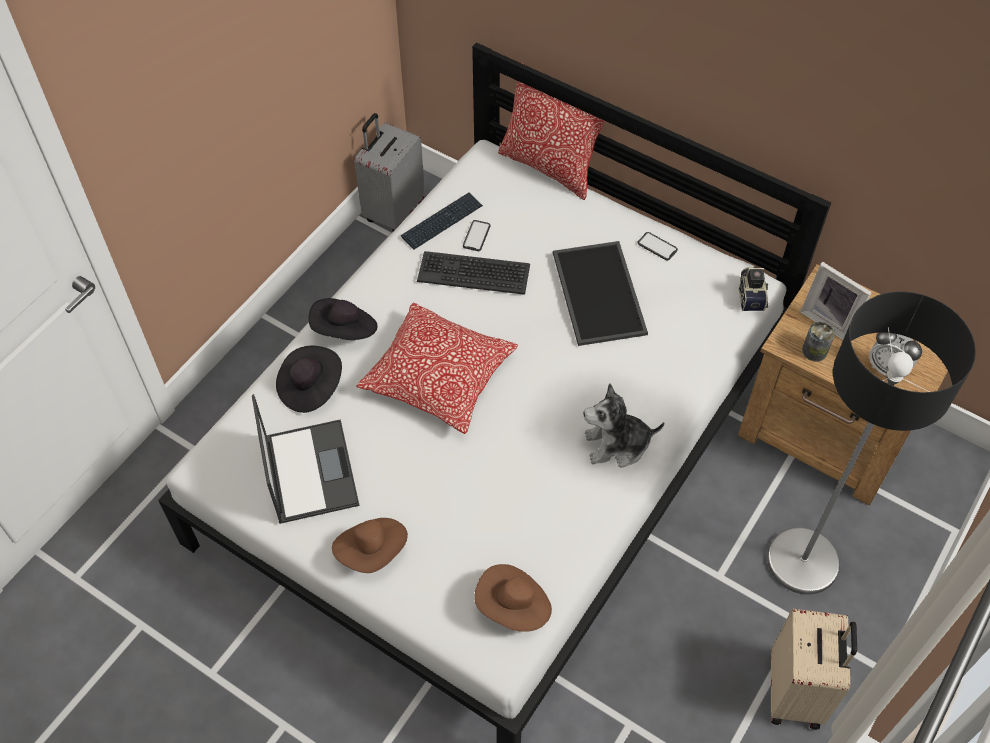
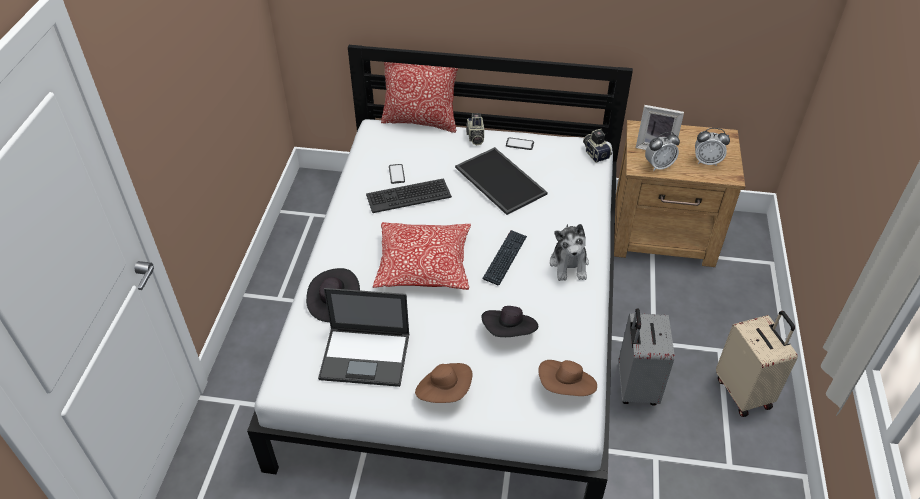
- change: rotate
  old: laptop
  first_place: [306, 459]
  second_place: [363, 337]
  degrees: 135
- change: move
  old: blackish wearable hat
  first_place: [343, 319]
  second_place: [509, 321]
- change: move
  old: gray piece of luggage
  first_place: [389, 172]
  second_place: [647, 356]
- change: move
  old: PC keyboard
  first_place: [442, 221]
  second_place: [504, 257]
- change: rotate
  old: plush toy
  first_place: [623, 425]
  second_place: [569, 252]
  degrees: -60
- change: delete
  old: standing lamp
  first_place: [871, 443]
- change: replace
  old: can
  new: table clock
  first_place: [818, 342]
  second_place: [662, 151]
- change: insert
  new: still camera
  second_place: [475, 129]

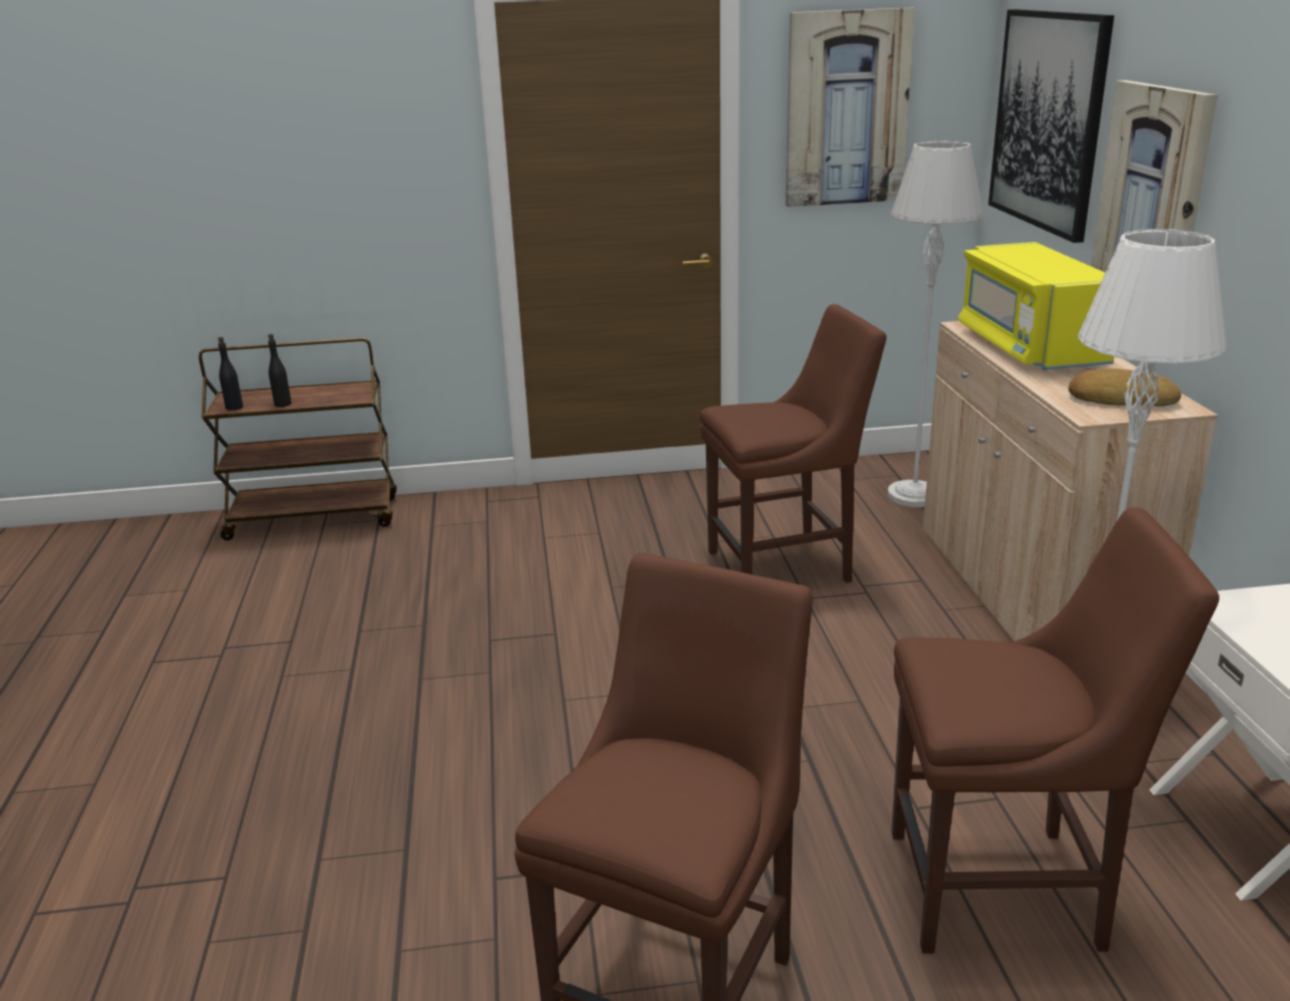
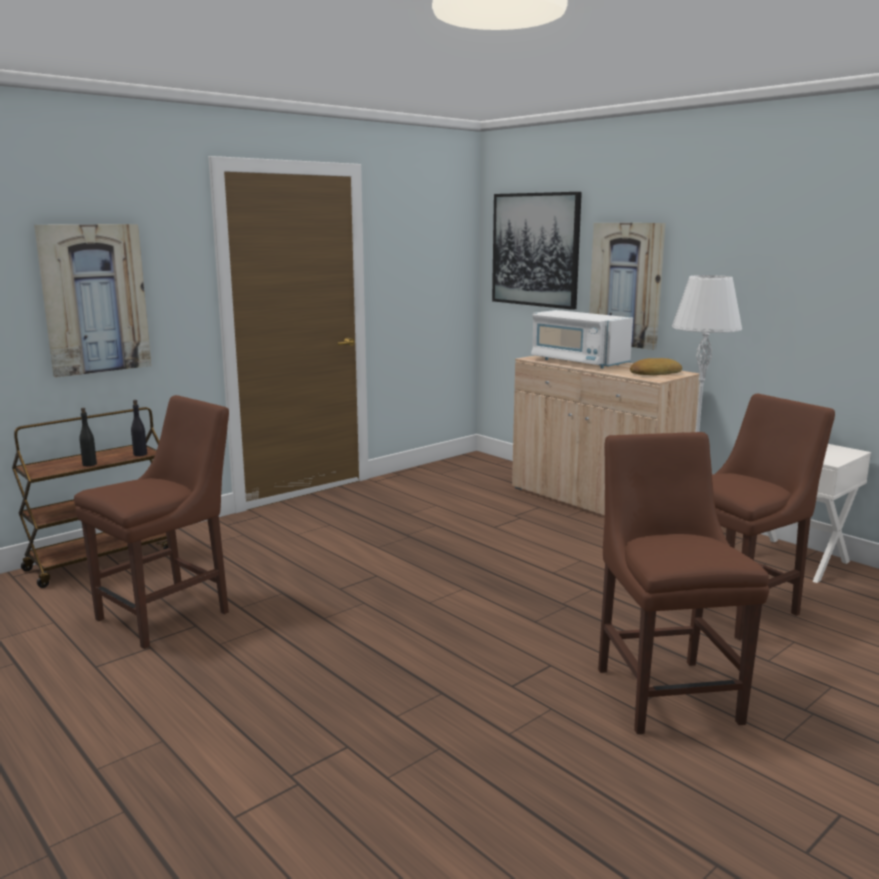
- change: move
  old: blackish drink bottle
  first_place: [230, 373]
  second_place: [139, 428]
- change: move
  old: brownish plain chair
  first_place: [793, 443]
  second_place: [151, 522]
- change: move
  old: wall art
  first_place: [850, 107]
  second_place: [92, 300]
- change: delete
  old: gray standing lamp
  first_place: [935, 324]
- change: recolor
  old: yellow-coloured microwave oven
  new: whitish microwave oven
  first_place: [1036, 306]
  second_place: [582, 339]

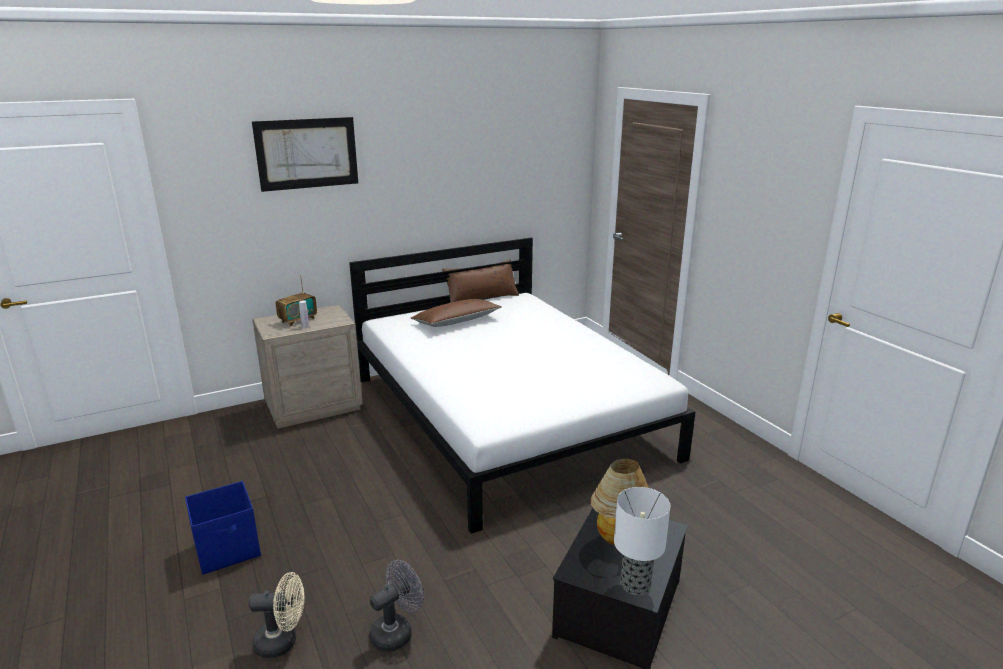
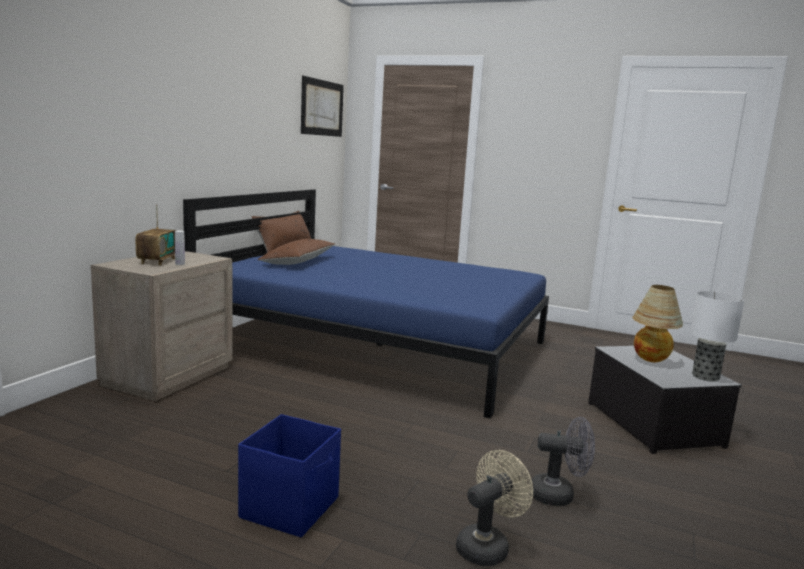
- change: move
  old: wall art
  first_place: [305, 154]
  second_place: [322, 106]
- change: recolor
  old: whitish bedroom bed
  new: bluish bedroom bed
  first_place: [522, 386]
  second_place: [366, 303]
- change: rotate
  old: gray fan
  first_place: [397, 606]
  second_place: [562, 461]
  degrees: 90

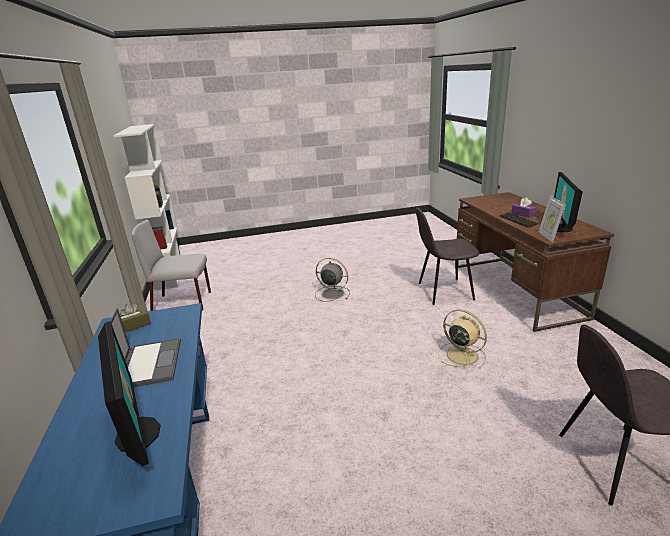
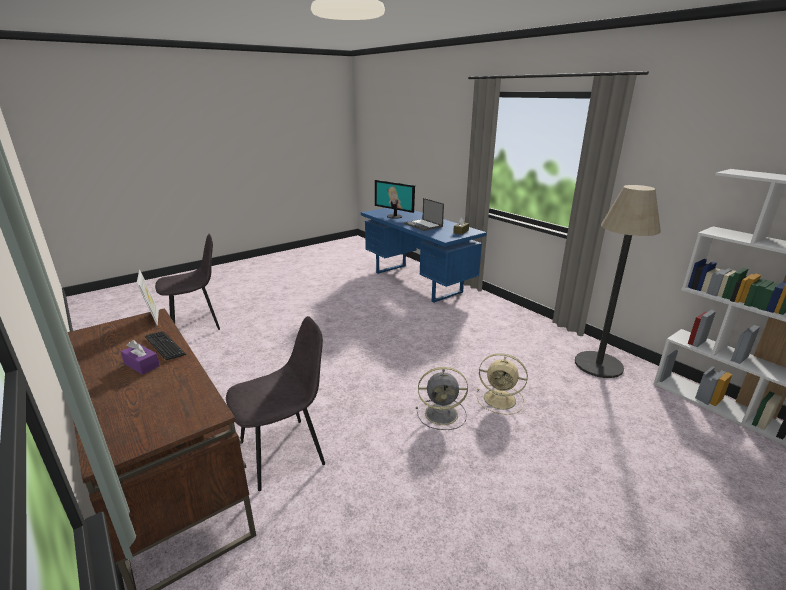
- change: replace
  old: gray plain chair
  new: standing lamp
  first_place: [171, 265]
  second_place: [618, 281]
- change: move
  old: beige-coloured fan
  first_place: [462, 339]
  second_place: [502, 384]
- change: delete
  old: computer screen
  first_place: [568, 202]

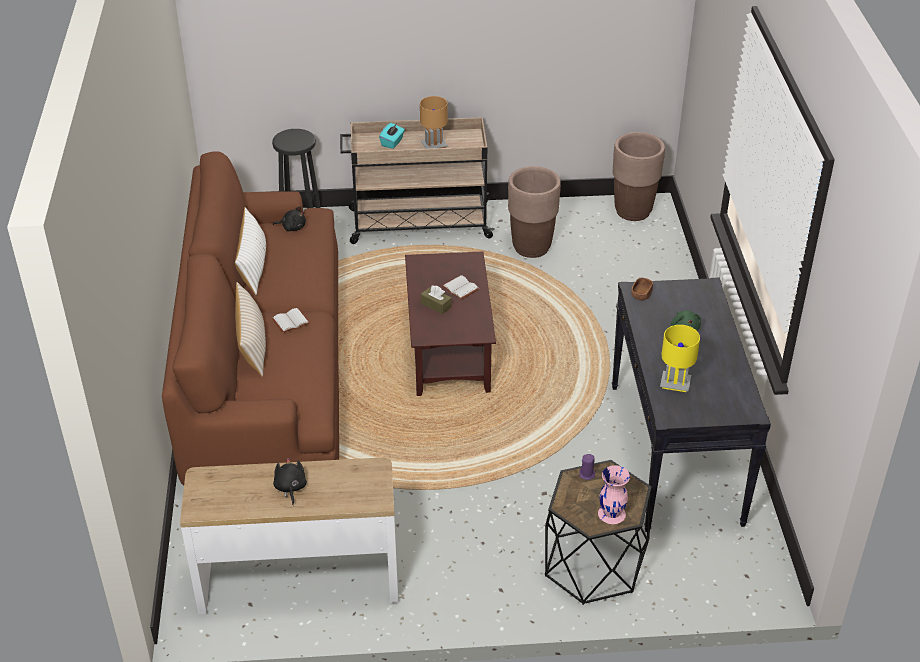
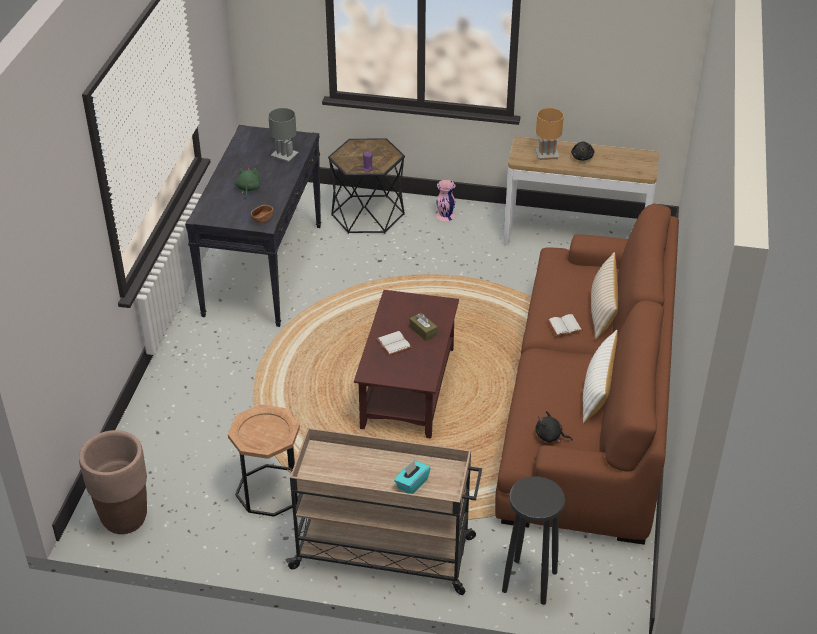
- change: move
  old: brownish tabletop lamp
  first_place: [434, 122]
  second_place: [549, 134]
- change: replace
  old: brownish plant pot
  new: brownish end table
  first_place: [534, 212]
  second_place: [264, 460]
- change: move
  old: pinkish flower vase
  first_place: [614, 494]
  second_place: [445, 200]
- change: recolor
  old: yellow-coloured tabletop lamp
  new: gray tabletop lamp
  first_place: [680, 358]
  second_place: [283, 135]

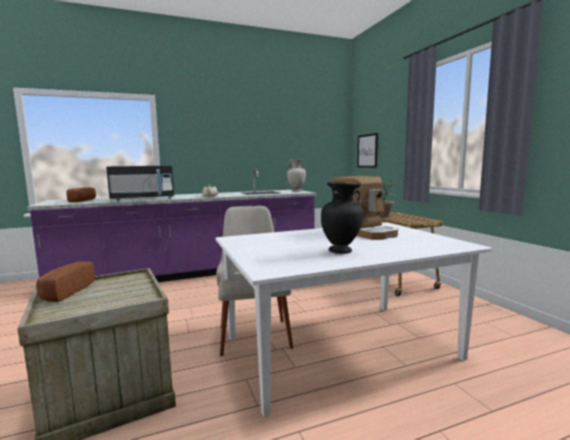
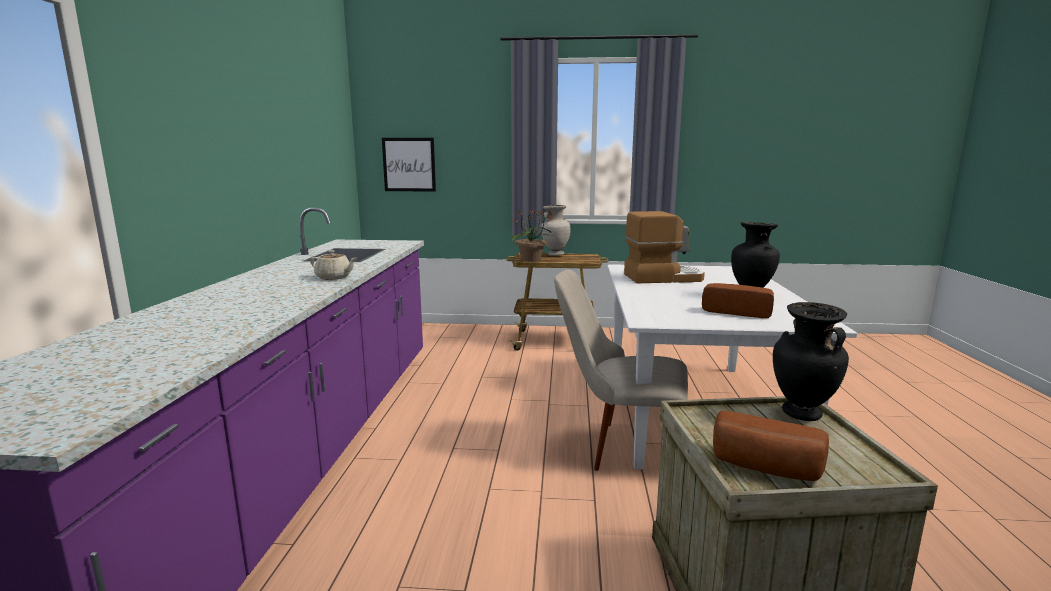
- change: move
  old: bread
  first_place: [81, 194]
  second_place: [738, 300]
- change: delete
  old: blackish microwave oven
  first_place: [140, 183]
- change: move
  old: beige-coloured flower vase
  first_place: [296, 175]
  second_place: [555, 230]
- change: insert
  new: blackish flower vase
  second_place: [811, 361]

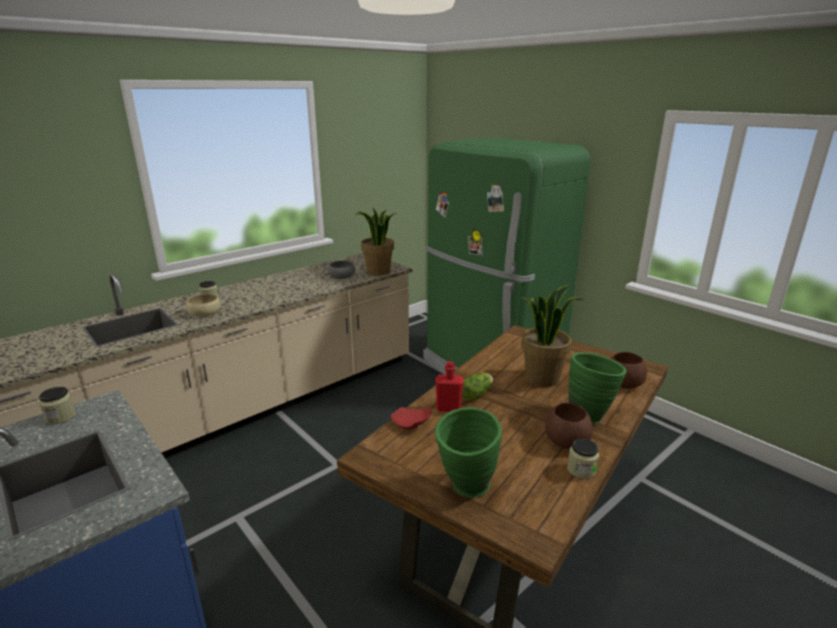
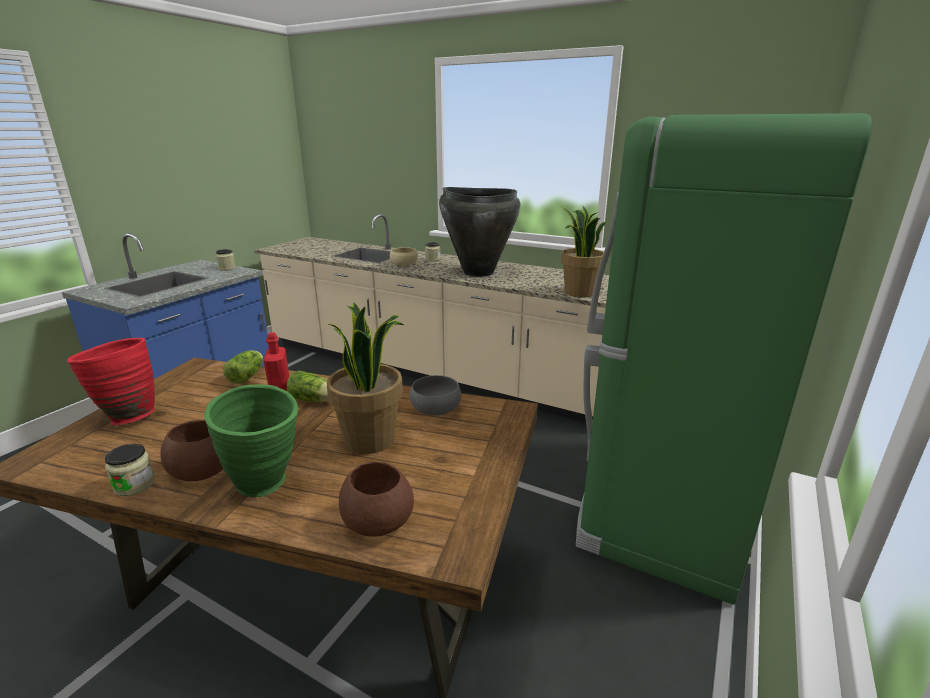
- change: move
  old: gray deep dish
  first_place: [341, 270]
  second_place: [435, 395]
- change: replace
  old: reddish flat dish
  new: lettuce
  first_place: [411, 417]
  second_place: [243, 367]
- change: recolor
  old: green-coloured flower vase
  new: reddish flower vase
  first_place: [468, 452]
  second_place: [111, 381]
- change: insert
  new: blackish flower vase
  second_place: [480, 232]

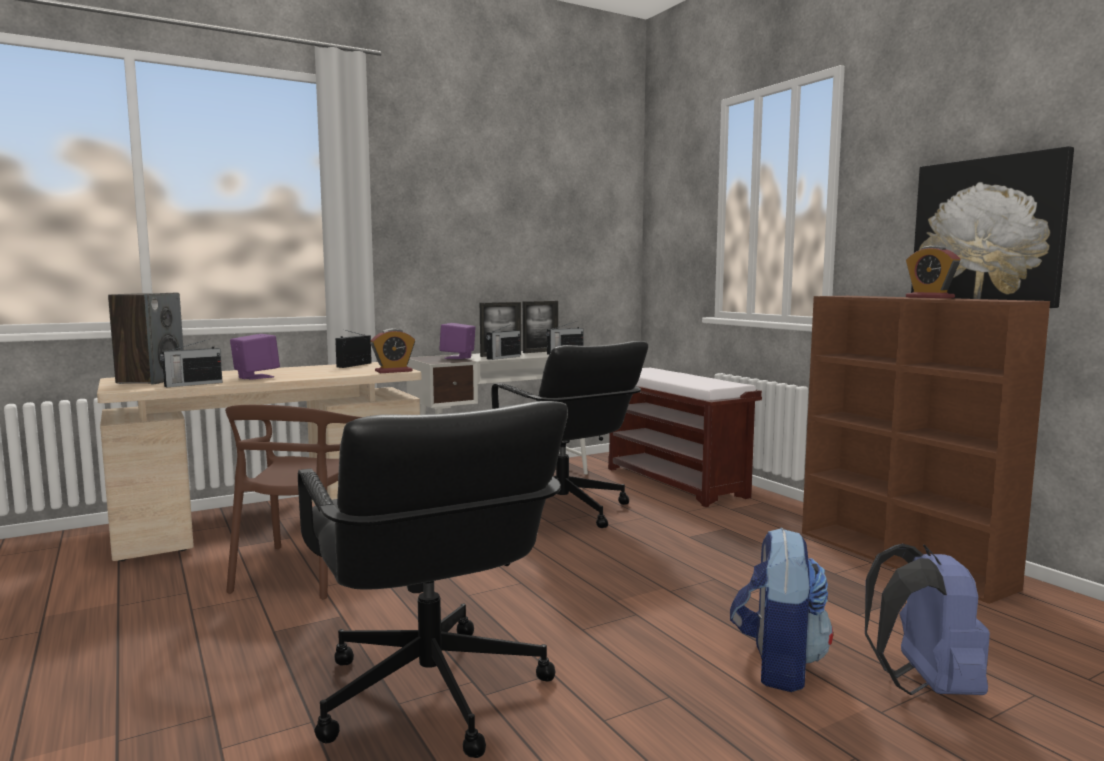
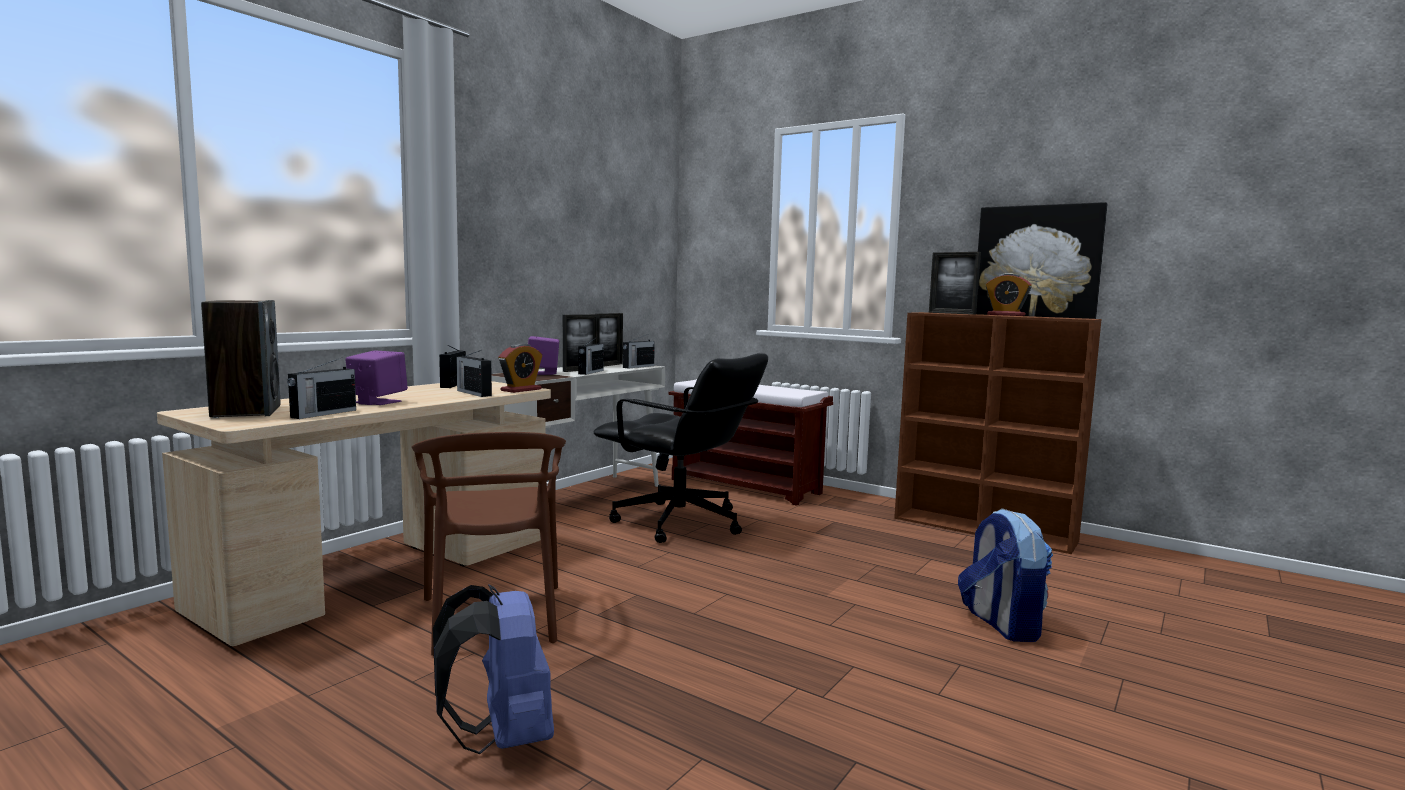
- change: delete
  old: blackish office chair
  first_place: [433, 579]
- change: move
  old: bluish rucksack
  first_place: [927, 619]
  second_place: [493, 669]
- change: insert
  new: radio set
  second_place: [474, 373]
- change: insert
  new: standing frame
  second_place: [955, 283]

